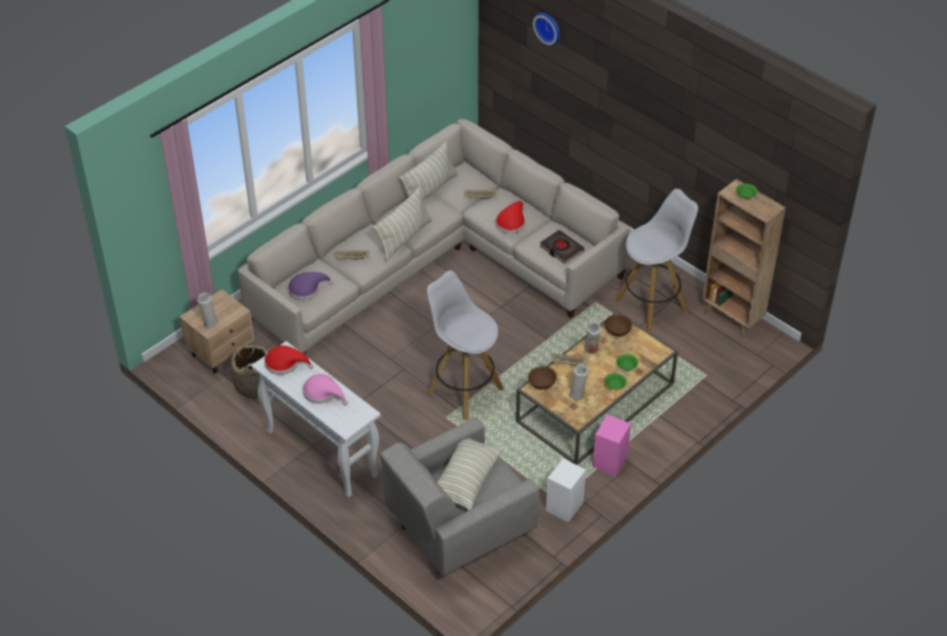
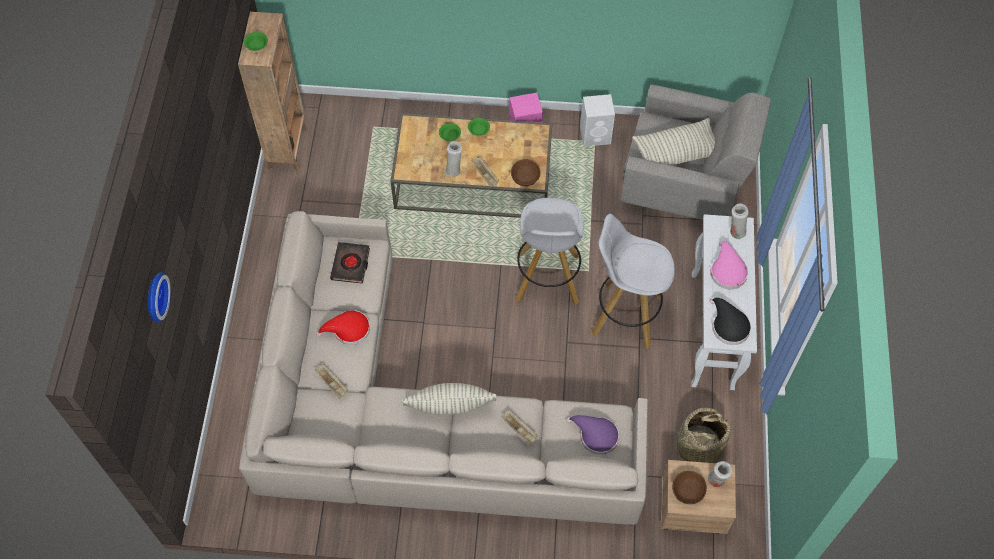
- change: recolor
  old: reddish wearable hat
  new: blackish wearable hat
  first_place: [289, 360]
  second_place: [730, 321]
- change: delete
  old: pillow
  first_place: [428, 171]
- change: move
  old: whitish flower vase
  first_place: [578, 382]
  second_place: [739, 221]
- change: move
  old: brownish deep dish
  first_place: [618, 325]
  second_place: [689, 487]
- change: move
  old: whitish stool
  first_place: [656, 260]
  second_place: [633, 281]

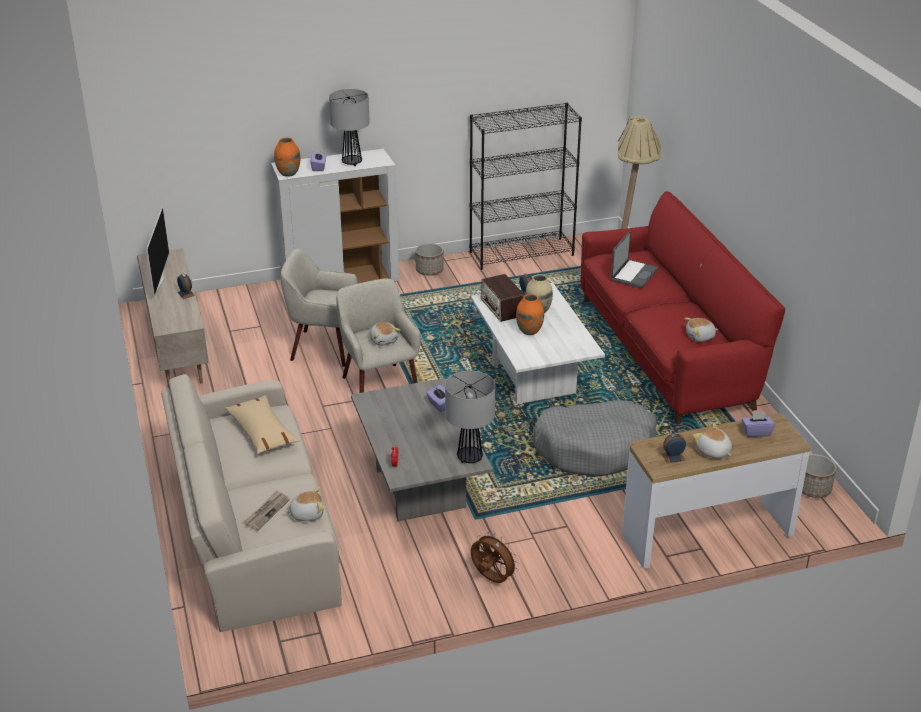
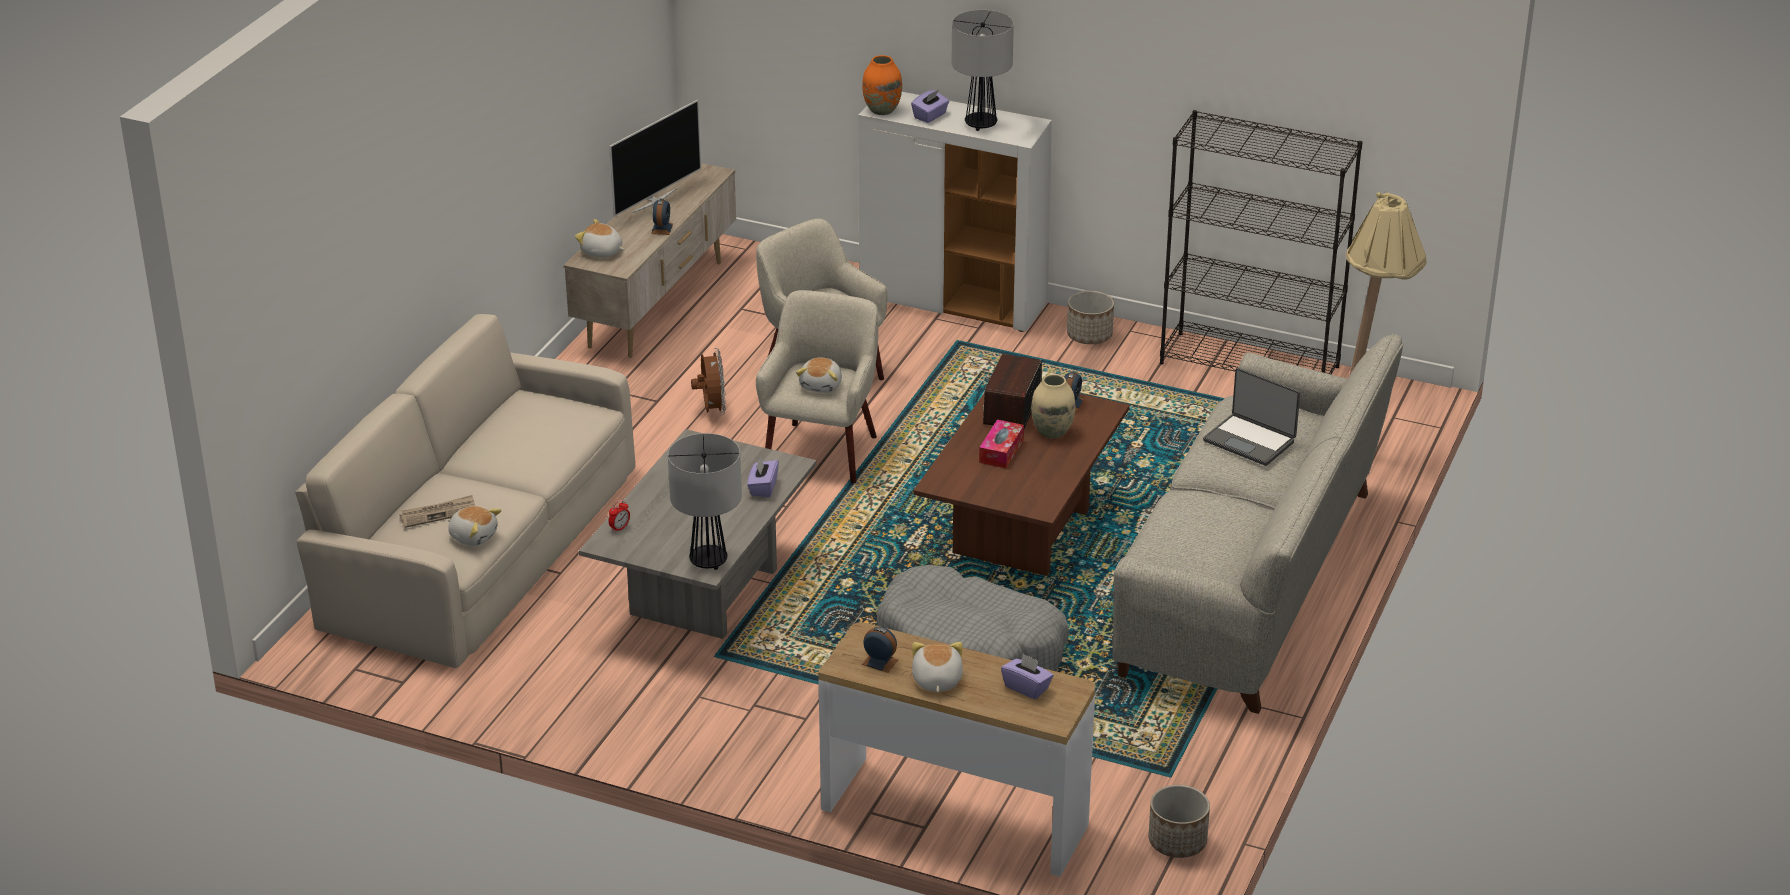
- change: delete
  old: beige-coloured pillow
  first_place: [262, 424]
- change: recolor
  old: whitish lounge table
  new: brownish lounge table
  first_place: [538, 343]
  second_place: [1021, 485]
- change: move
  old: brownish fan
  first_place: [495, 557]
  second_place: [708, 381]
- change: replace
  old: orangey flower vase
  new: tissue holder
  first_place: [530, 314]
  second_place: [1001, 443]
- change: recolor
  old: reddish couch
  new: gray couch
  first_place: [683, 307]
  second_place: [1257, 524]
- change: rotate
  old: laptop
  first_place: [634, 259]
  second_place: [1251, 417]
  degrees: 60
- change: move
  old: plush toy
  first_place: [701, 330]
  second_place: [599, 238]

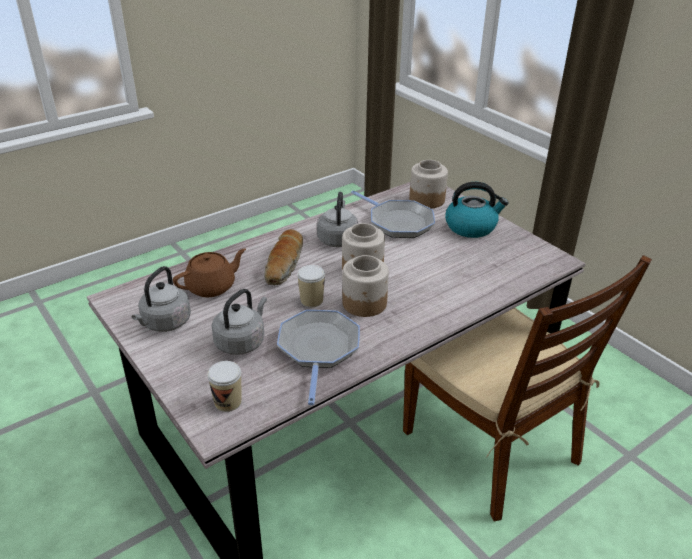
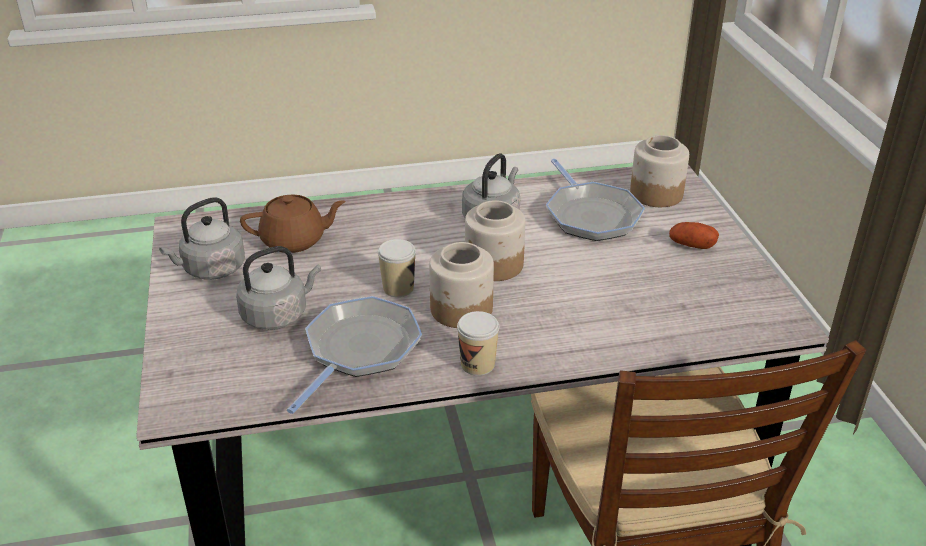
- change: move
  old: drinking cup
  first_place: [224, 386]
  second_place: [478, 343]
- change: delete
  old: bread
  first_place: [283, 257]
- change: replace
  old: tea kettle
  new: whole potato
  first_place: [477, 210]
  second_place: [694, 235]

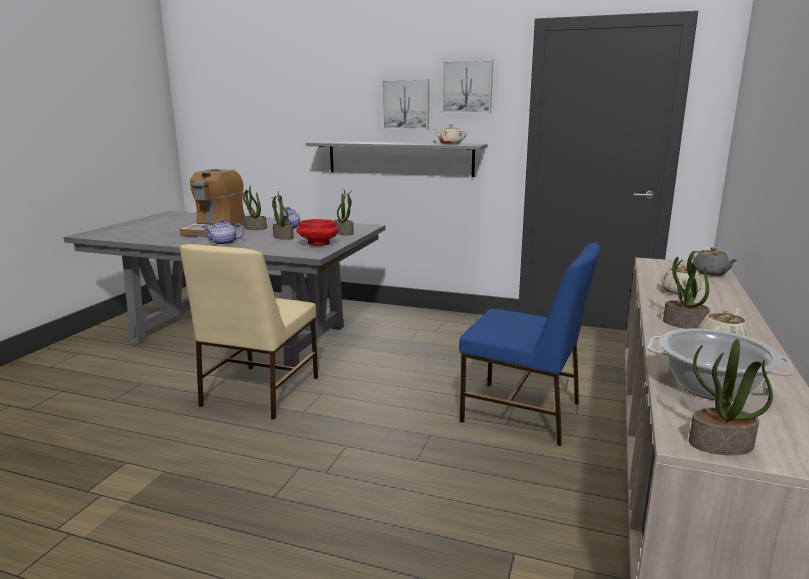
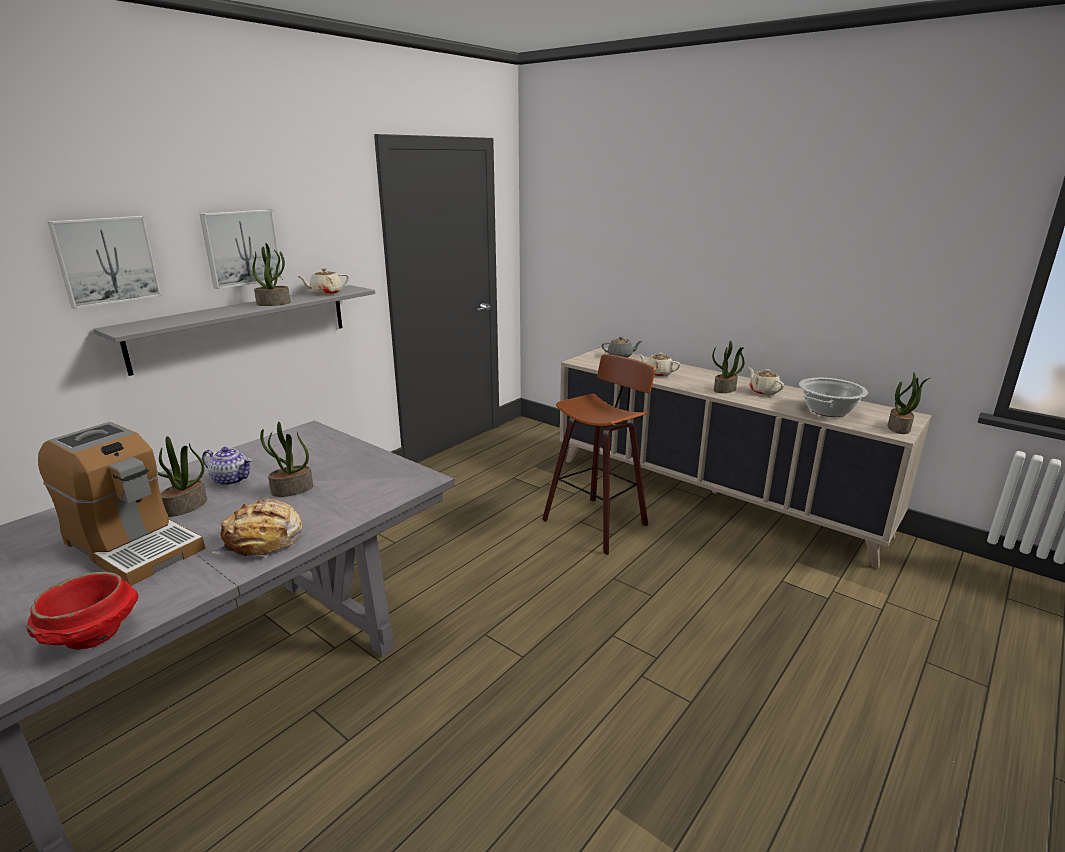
- change: delete
  old: beige-coloured plain chair
  first_place: [249, 332]
- change: replace
  old: pot for tea
  new: bread
  first_place: [223, 232]
  second_place: [257, 528]
- change: move
  old: reddish deep dish
  first_place: [317, 232]
  second_place: [82, 611]
- change: move
  old: plant in a pot
  first_place: [344, 211]
  second_place: [271, 274]
- change: move
  old: wall art
  first_place: [467, 86]
  second_place: [104, 262]
- change: replace
  old: bluish plain chair
  new: stool
  first_place: [529, 344]
  second_place: [598, 454]

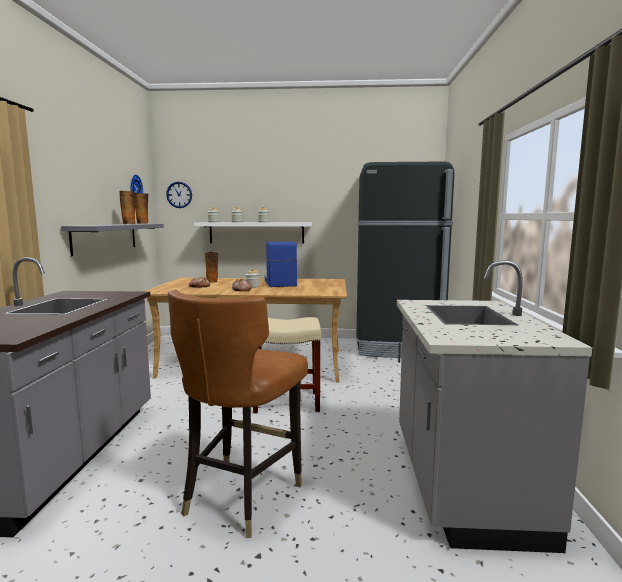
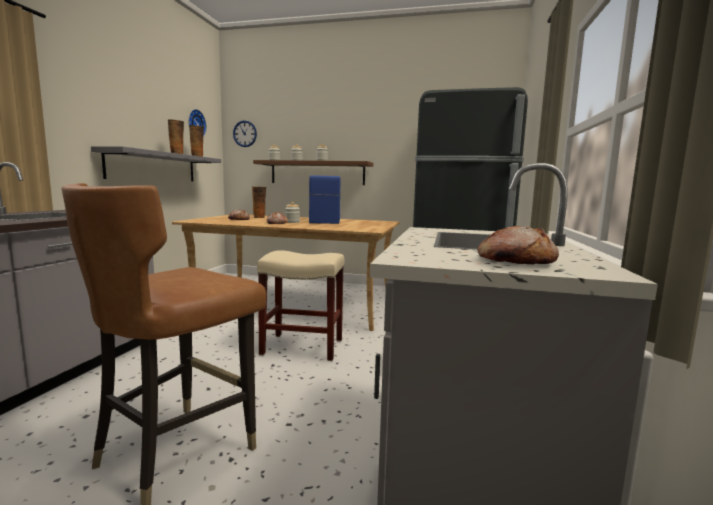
- change: recolor
  old: whitish bracket shelf
  new: brownish bracket shelf
  first_place: [253, 233]
  second_place: [313, 172]
- change: insert
  new: bread
  second_place: [518, 245]

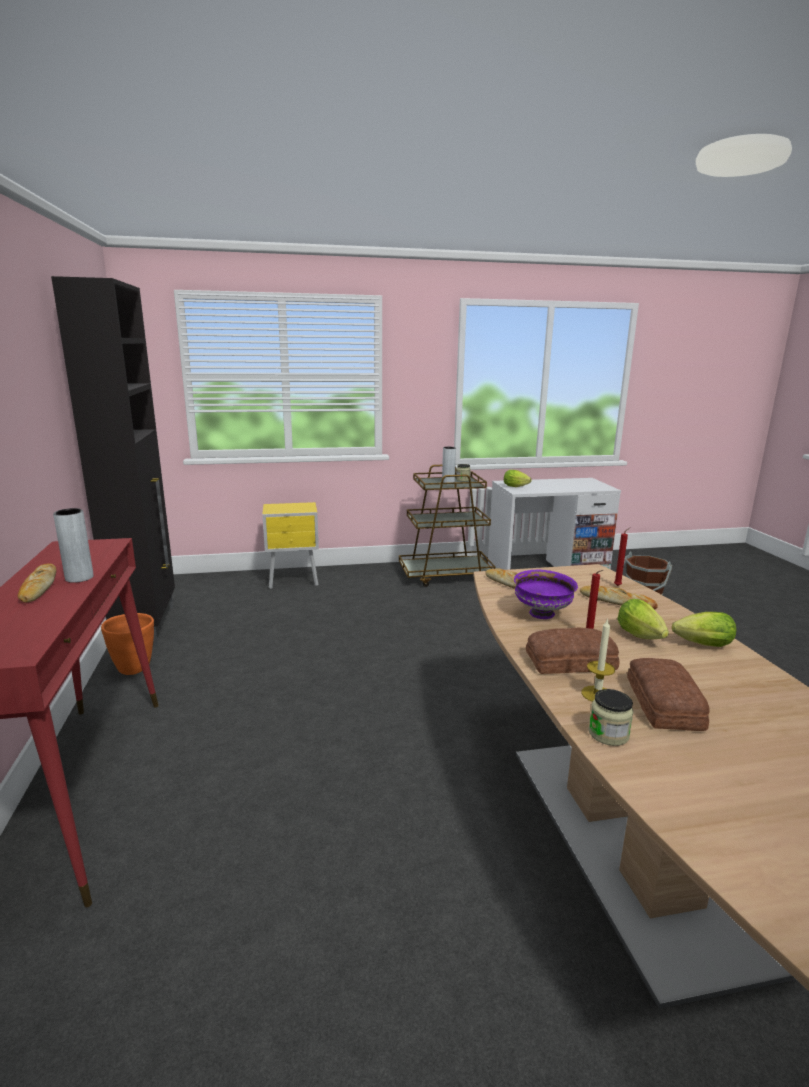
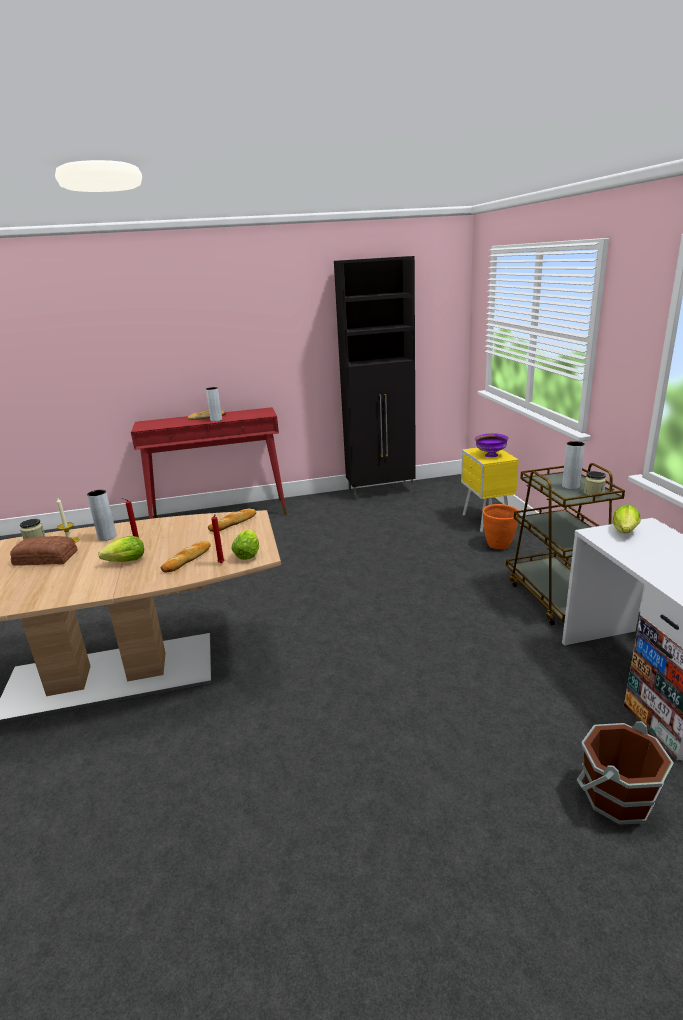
- change: move
  old: orangey plant pot
  first_place: [127, 644]
  second_place: [501, 526]
- change: move
  old: purplish deep dish
  first_place: [546, 594]
  second_place: [492, 445]
- change: replace
  old: bread
  new: gray flower vase
  first_place: [572, 650]
  second_place: [101, 515]
- change: move
  old: lettuce
  first_place: [704, 629]
  second_place: [245, 544]

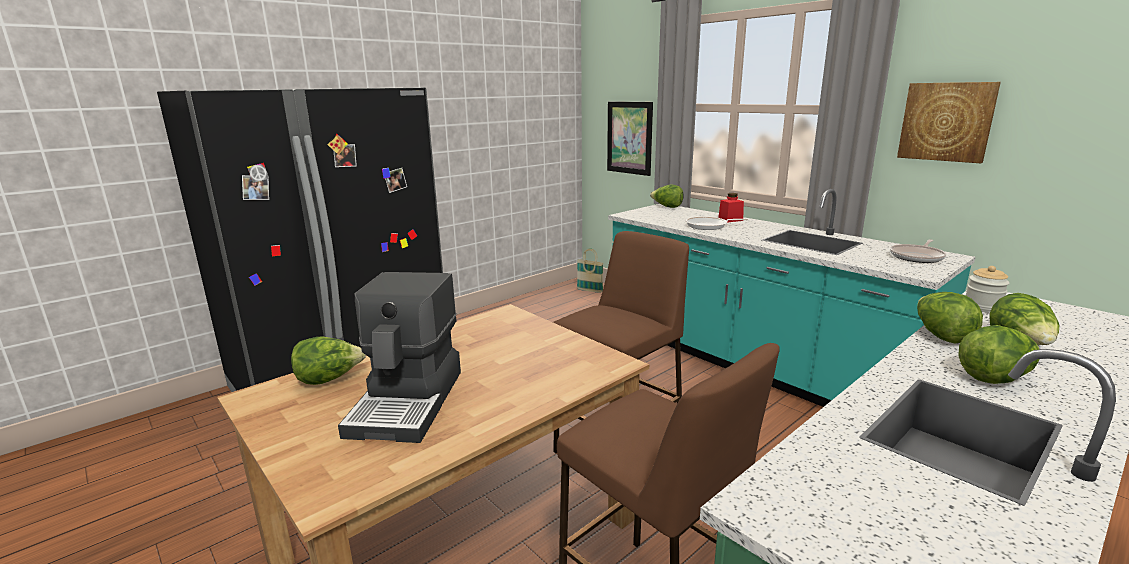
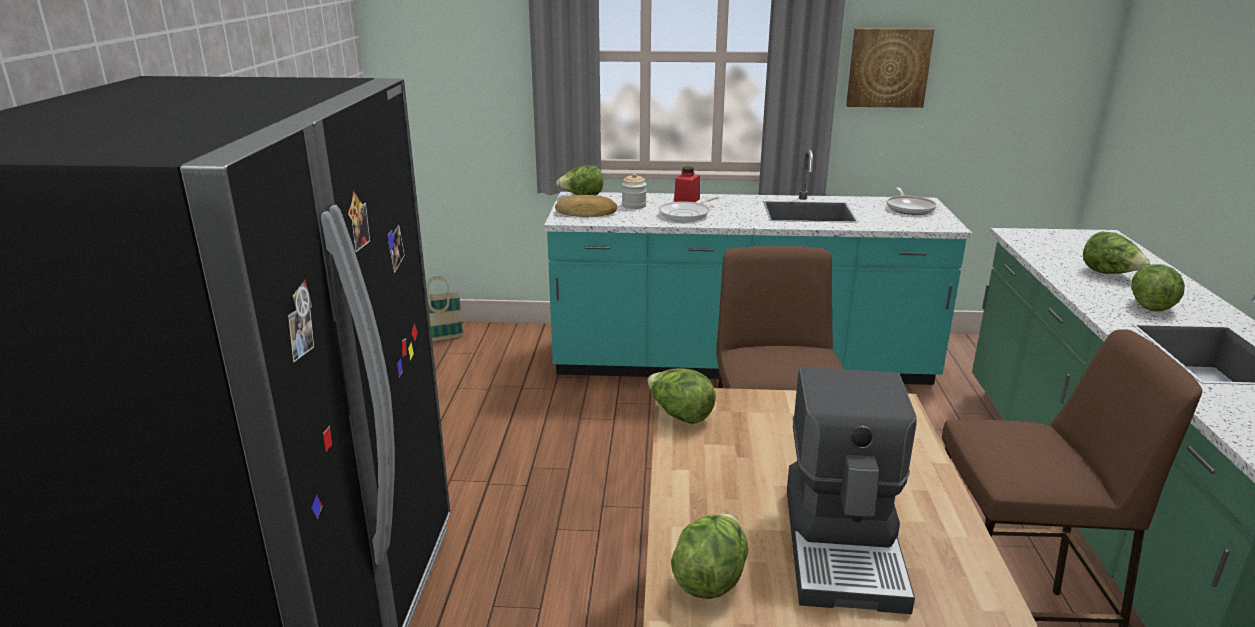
- change: rotate
  old: coffee brewer
  first_place: [399, 357]
  second_place: [852, 491]
  degrees: 45
- change: delete
  old: wall art
  first_place: [630, 138]
- change: move
  old: lettuce
  first_place: [950, 318]
  second_place: [682, 396]
- change: move
  old: storage jar
  first_place: [987, 289]
  second_place: [634, 191]
- change: insert
  new: bread
  second_place: [586, 206]

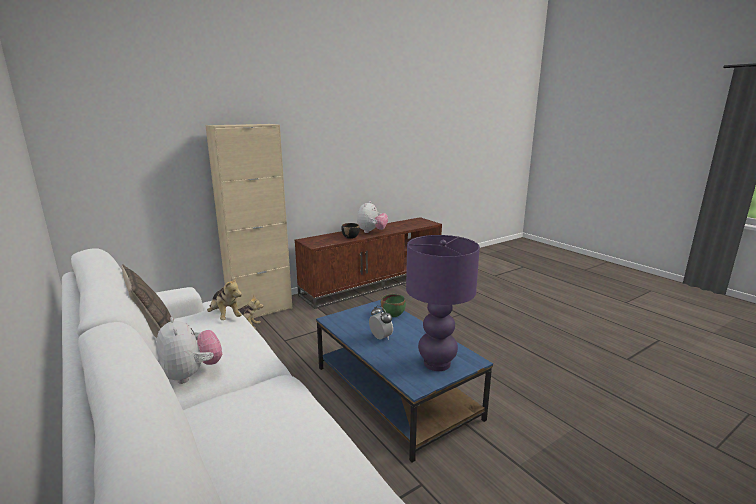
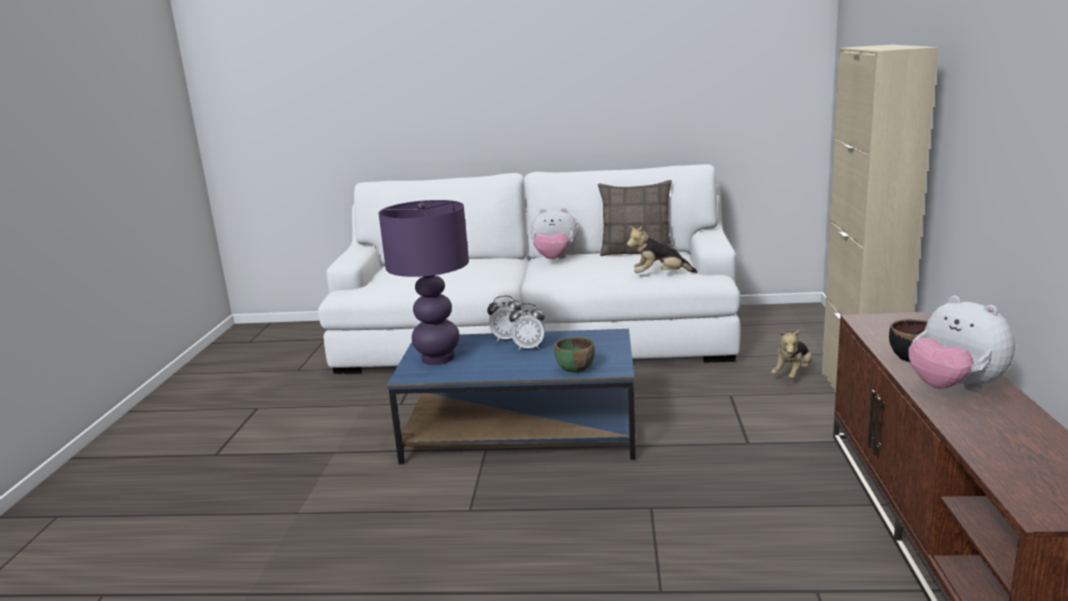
- change: insert
  new: table clock
  second_place: [504, 319]

